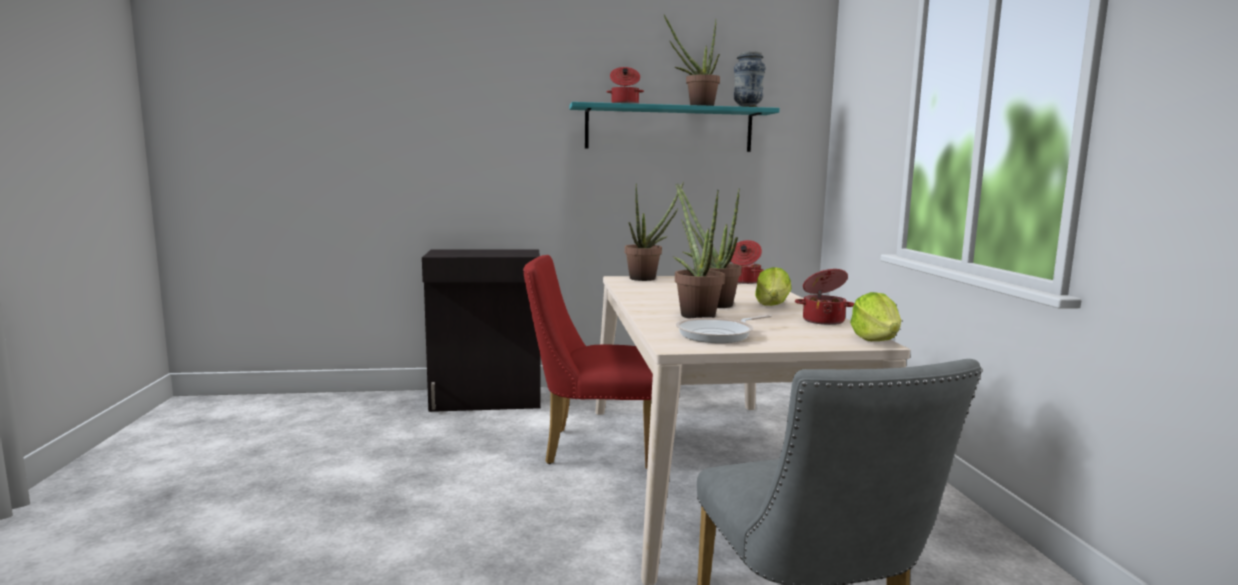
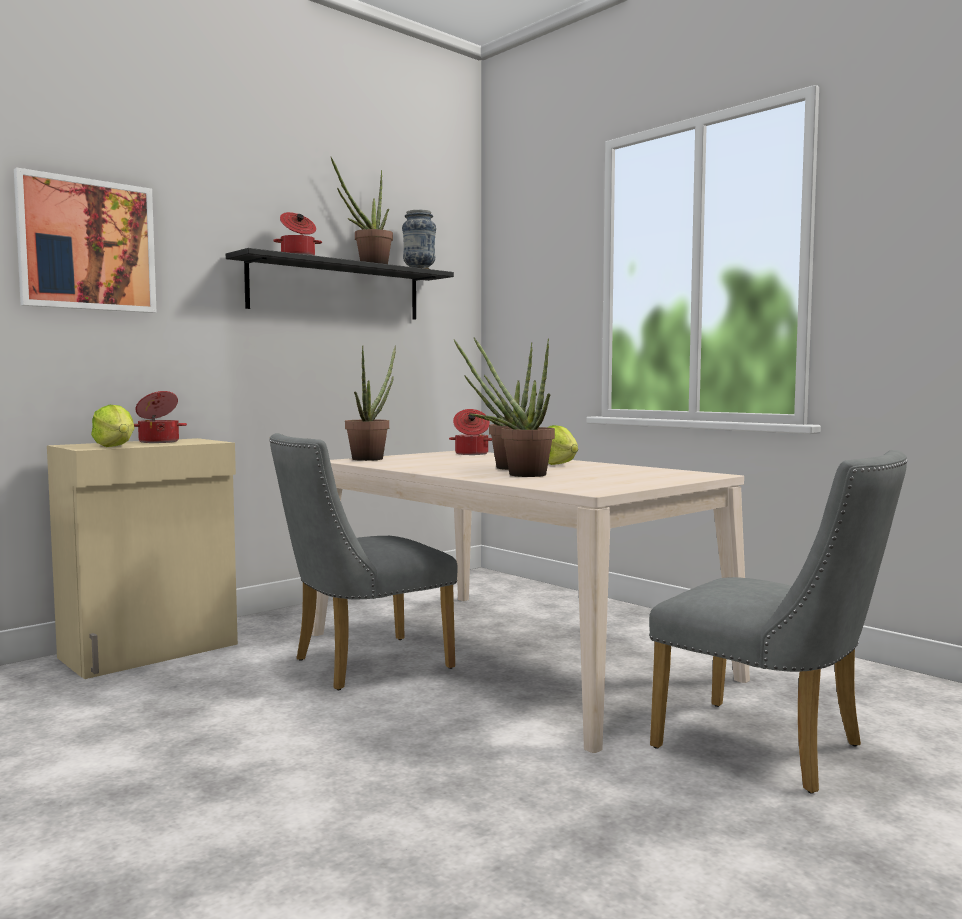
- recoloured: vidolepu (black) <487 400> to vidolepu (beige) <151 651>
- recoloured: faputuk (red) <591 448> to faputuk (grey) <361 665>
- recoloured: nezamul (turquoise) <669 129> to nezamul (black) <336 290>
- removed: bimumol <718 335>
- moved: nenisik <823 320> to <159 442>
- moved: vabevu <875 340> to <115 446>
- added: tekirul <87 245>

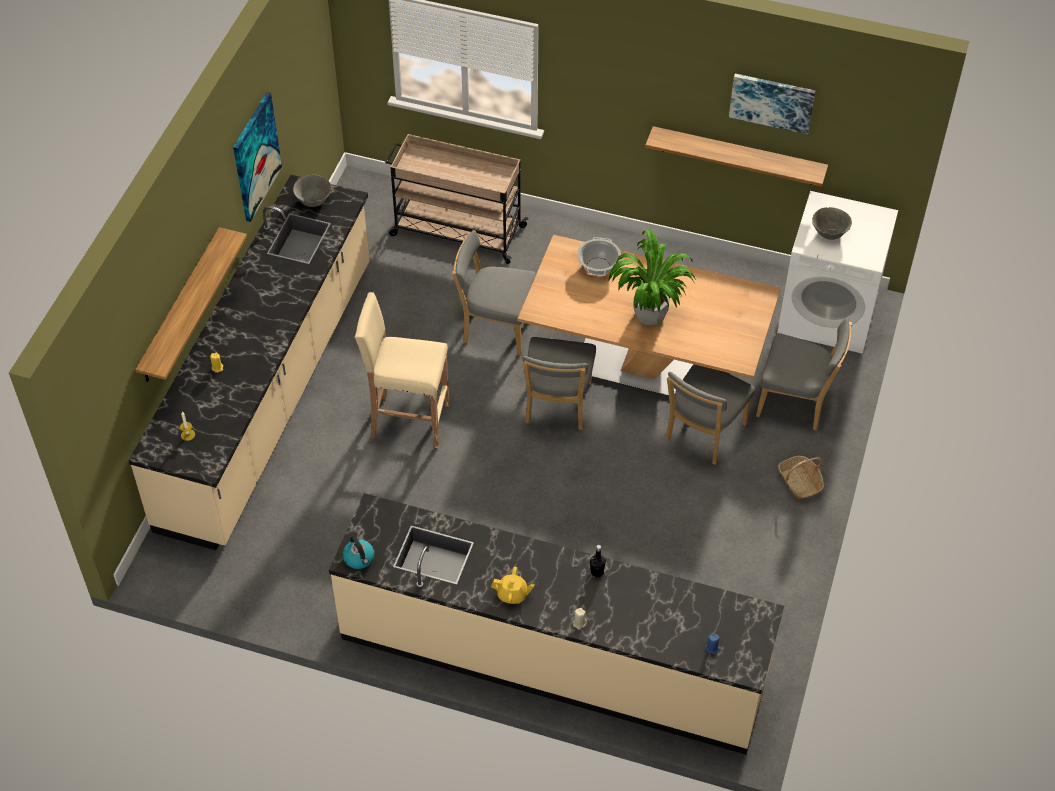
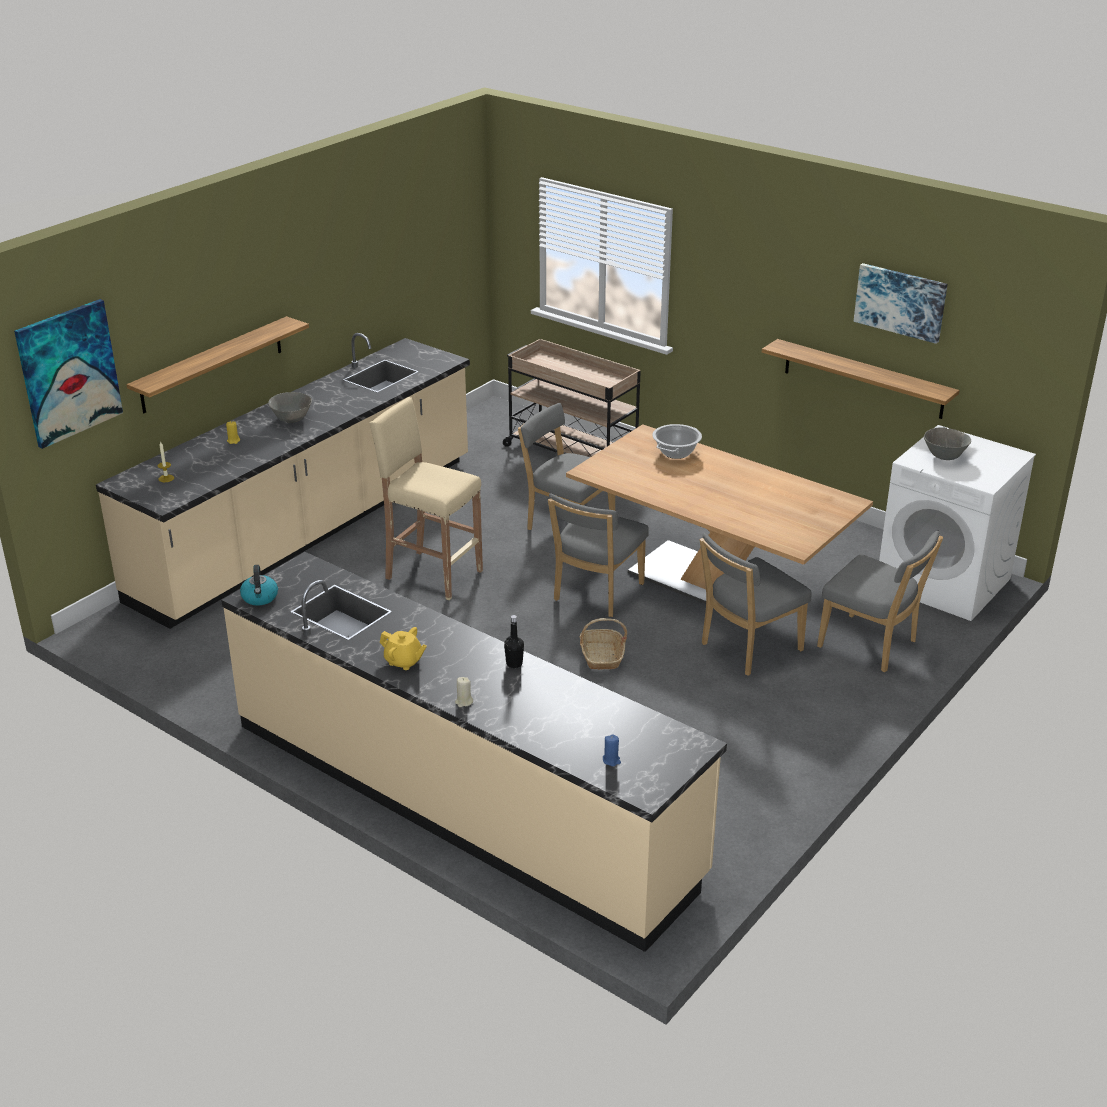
- moved: tekirul <256 157> to <69 373>
- moved: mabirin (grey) <313 201> to <291 419>
- removed: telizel <650 315>
- moved: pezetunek <800 482> to <602 656>

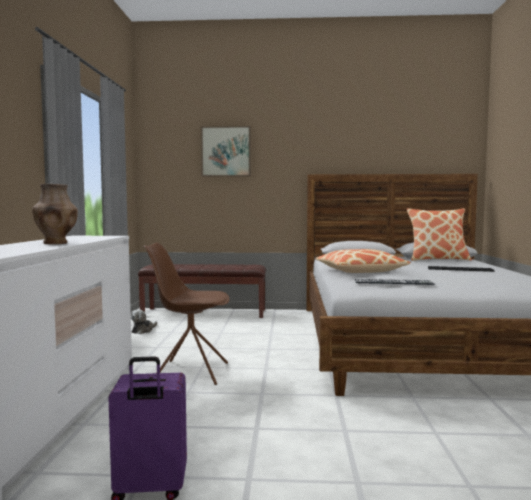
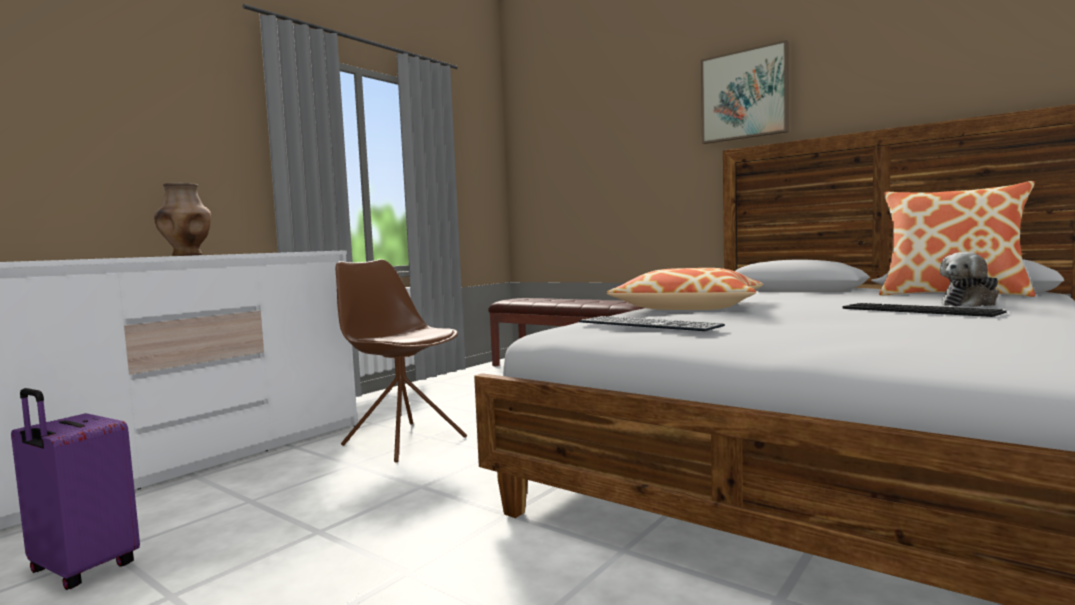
- moved: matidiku <143 330> to <970 304>
- moved: tekirul <226 151> to <744 95>

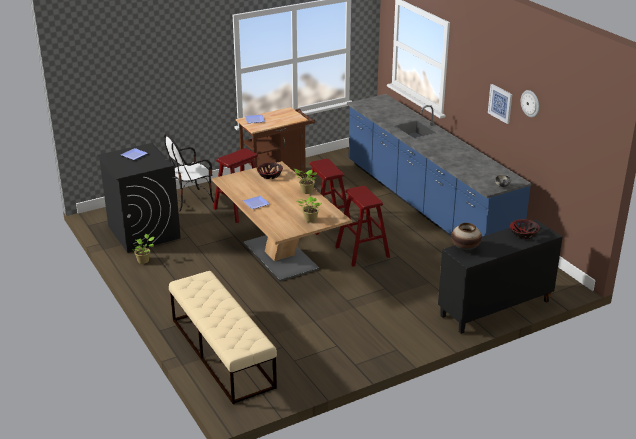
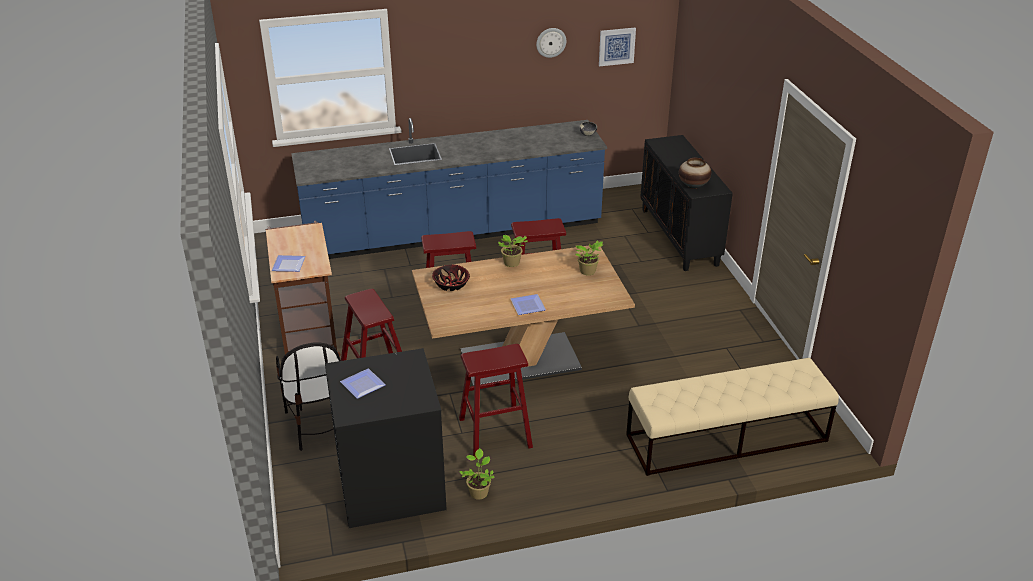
- moved: tekirul <500 103> to <616 46>
- removed: mabirin <523 234>
- added: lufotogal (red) <495 433>

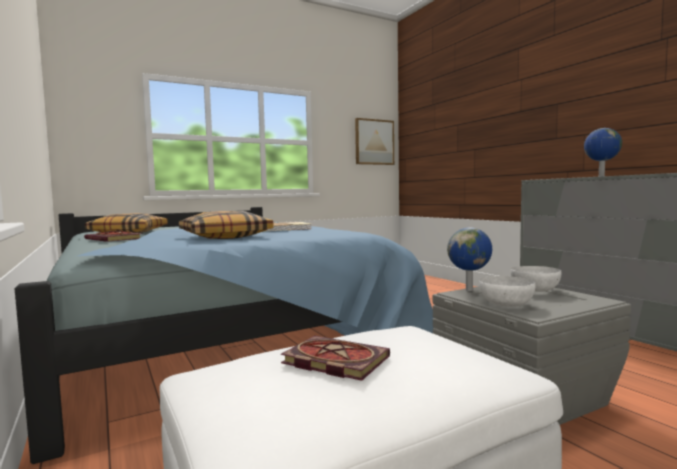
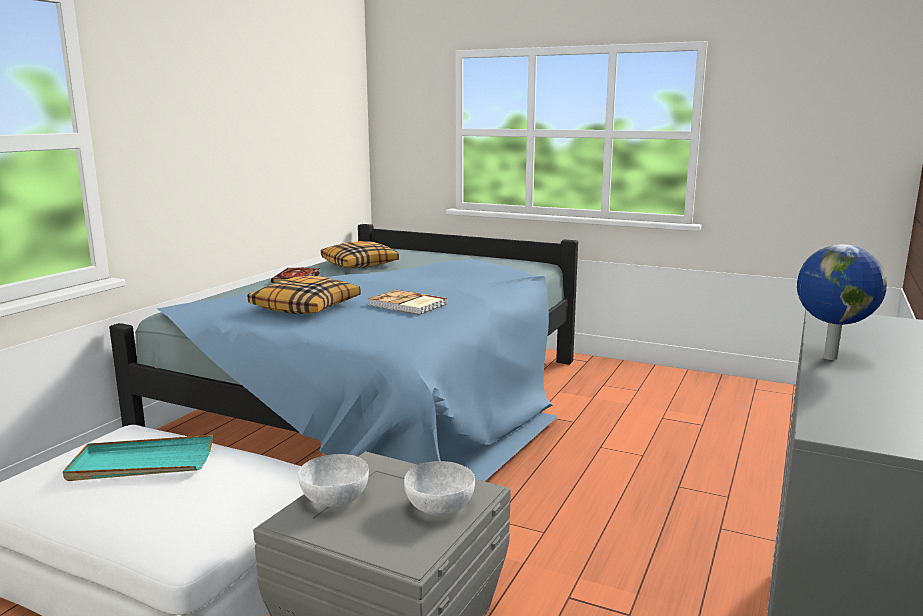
- replaced: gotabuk <332 361> to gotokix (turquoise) <141 463>
- removed: tekirul <374 142>
- removed: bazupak <470 290>

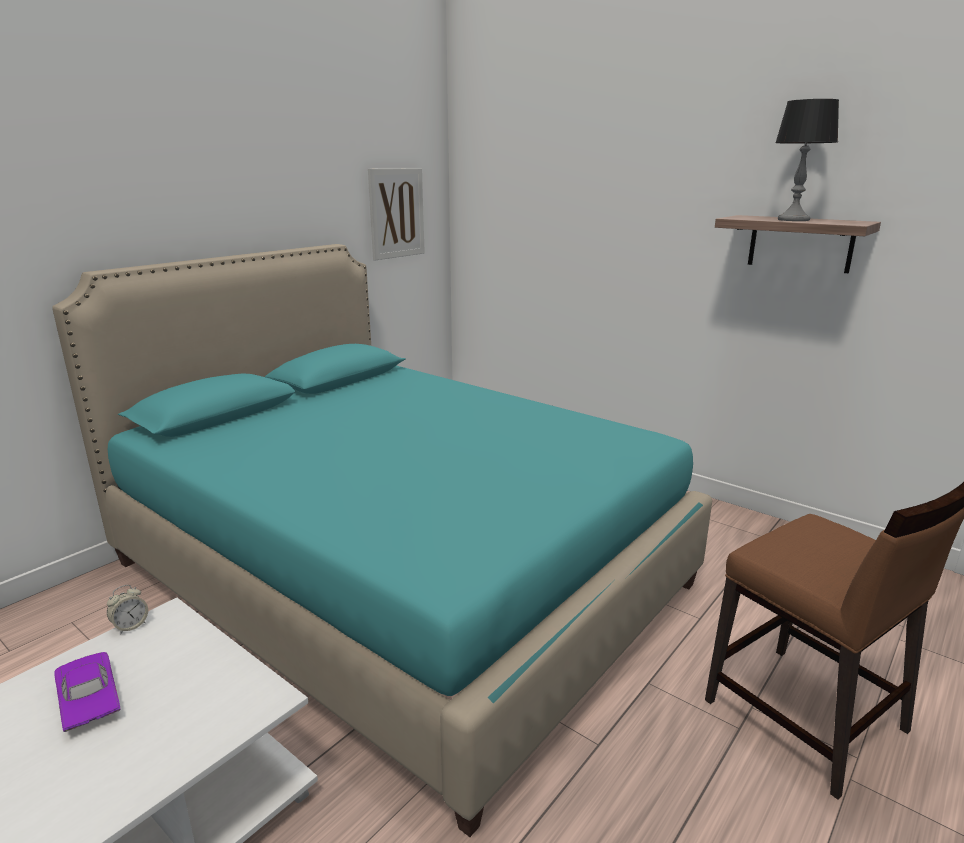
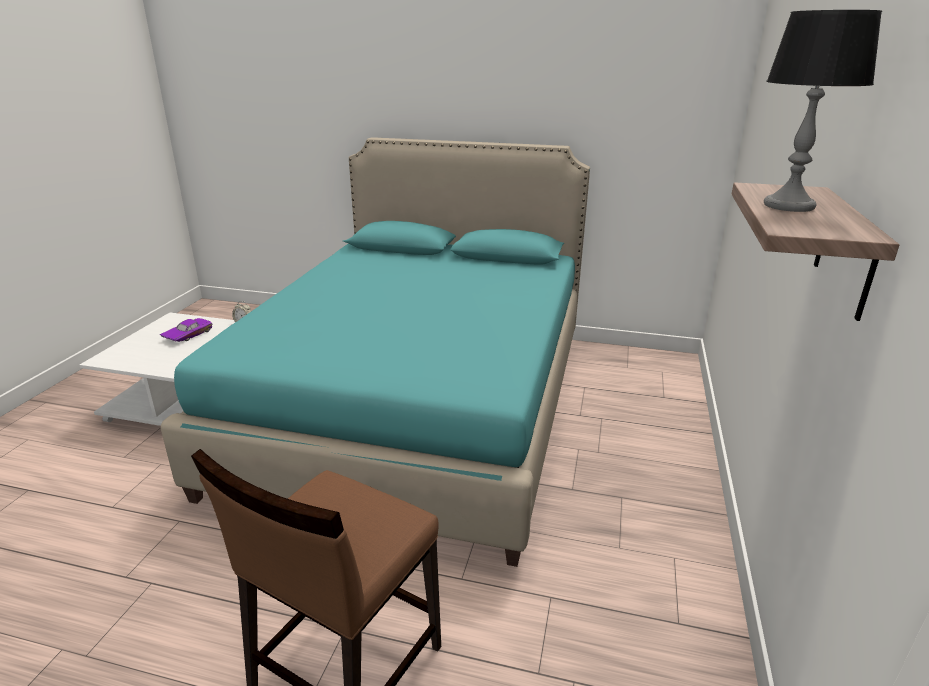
- removed: tekirul <396 213>

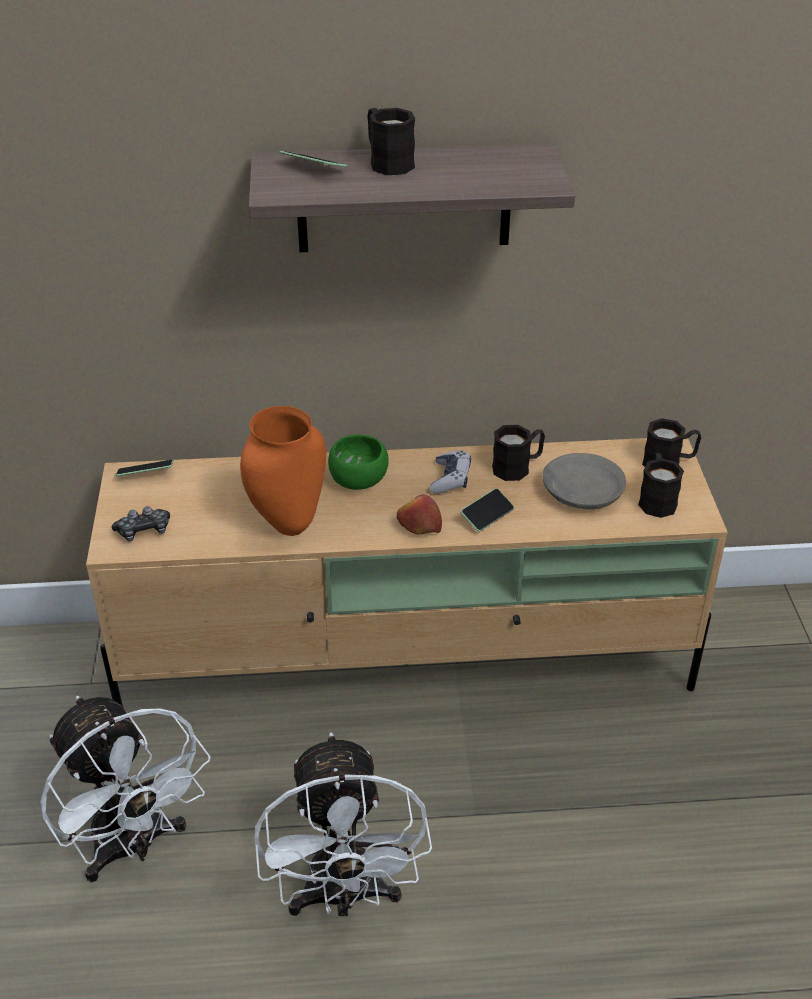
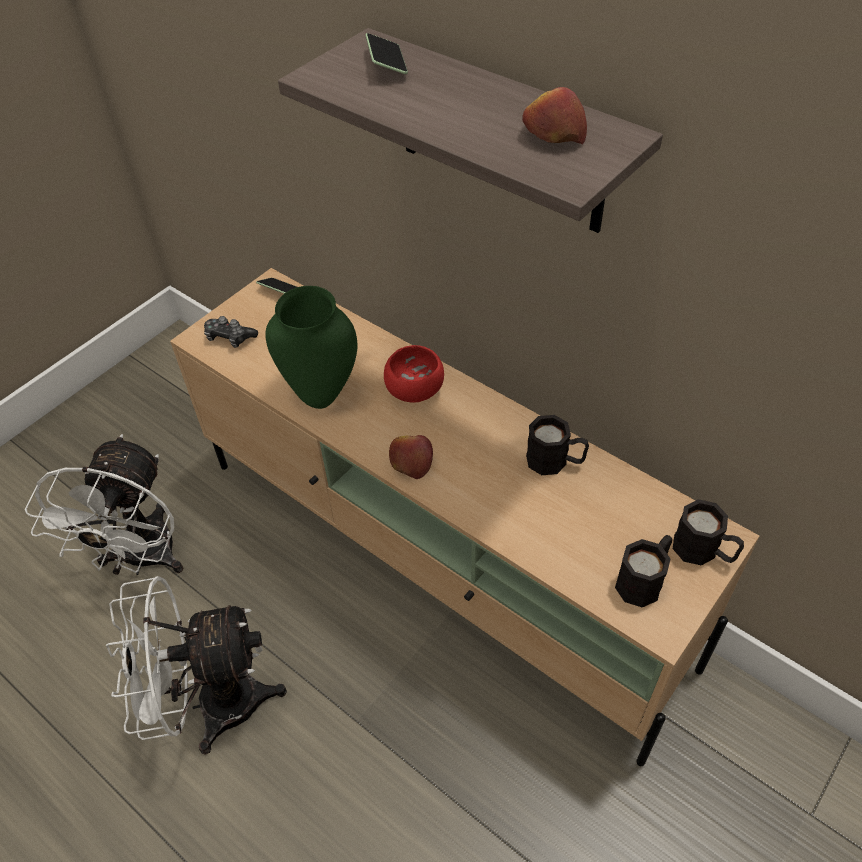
- recoloured: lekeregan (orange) <288 524> to lekeregan (green) <322 395>
- turned: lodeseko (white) <344 897> = <212 704> 45 degrees clockwise
- recoloured: mabirin (green) <360 480> to mabirin (red) <416 391>
- removed: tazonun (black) <387 161>
- removed: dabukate <450 479>
- removed: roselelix <487 516>
- removed: mabirin (grey) <581 492>
- added: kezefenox <553 134>

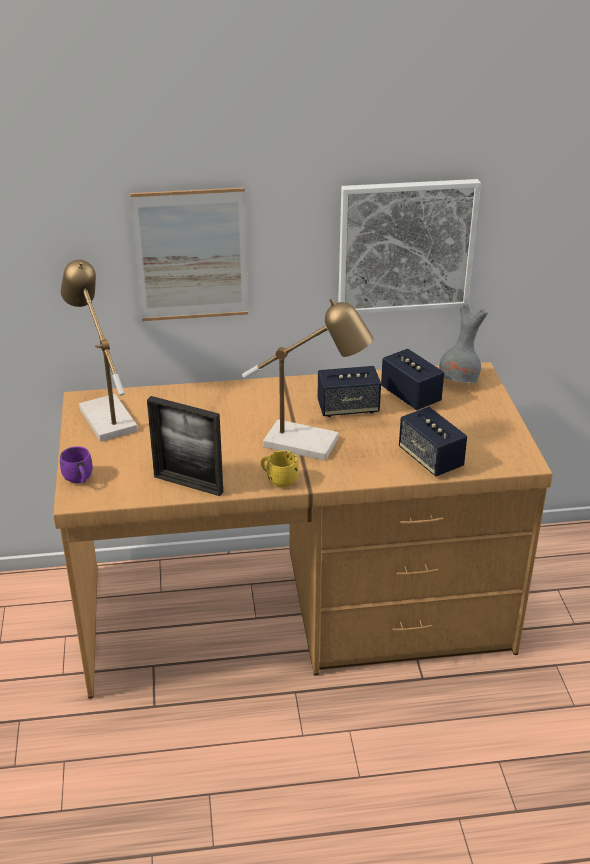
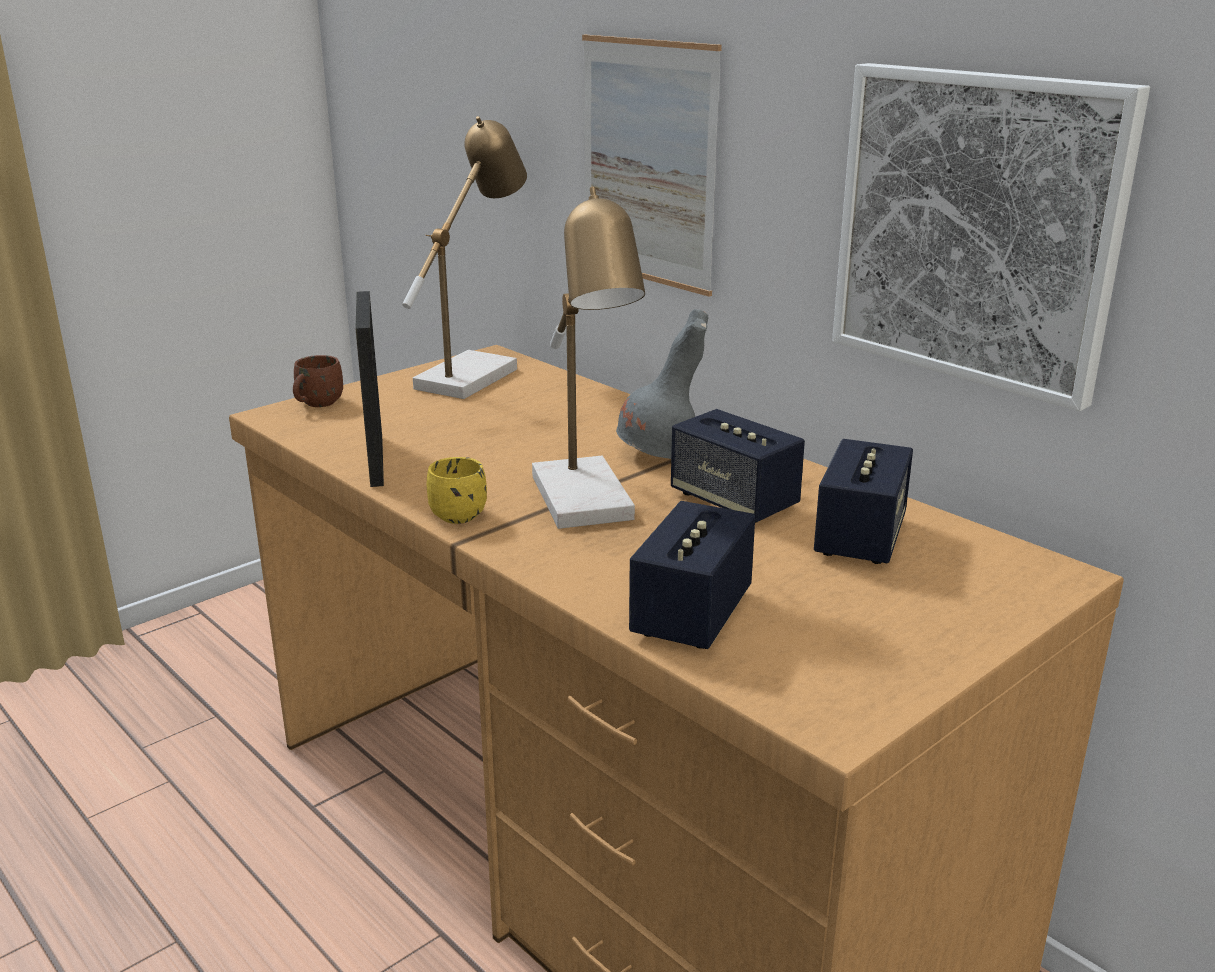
- recoloured: tazonun (purple) <79 480> to tazonun (brown) <316 404>
- moved: lekeregan (grey) <460 381> to <659 454>

